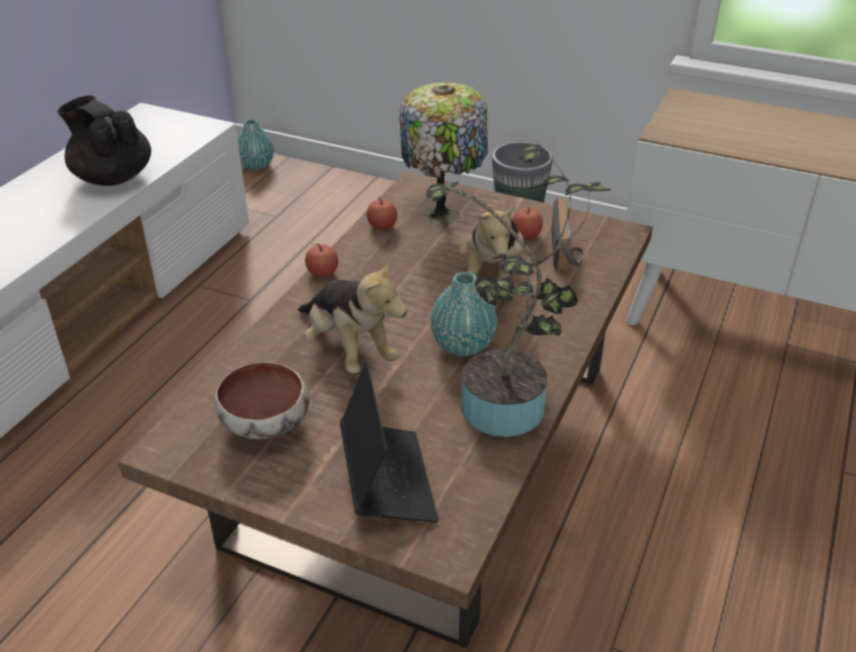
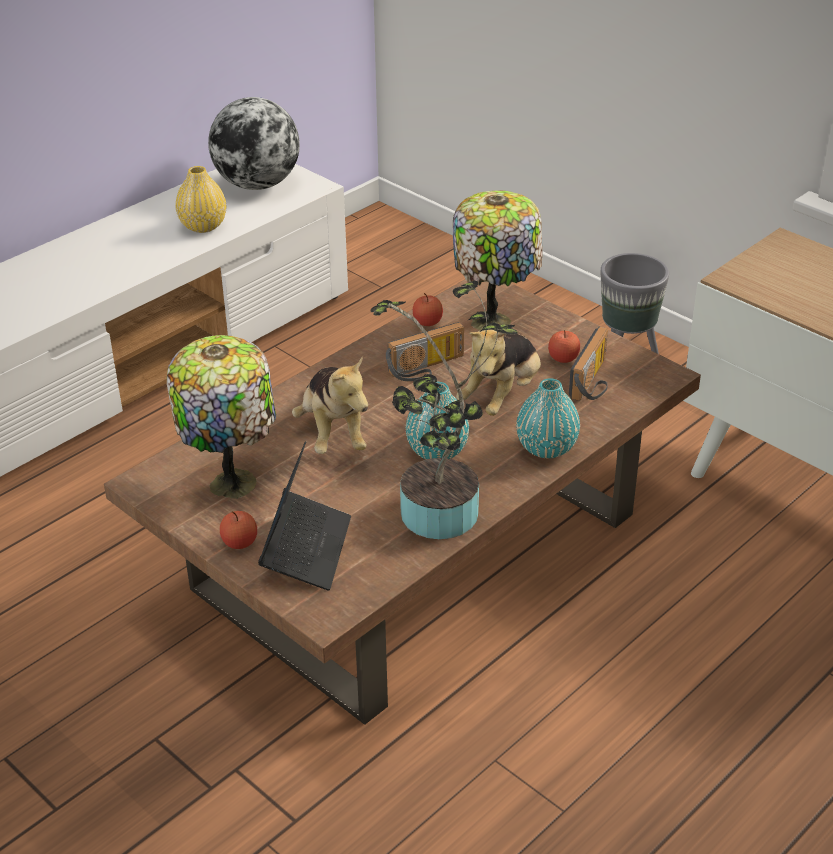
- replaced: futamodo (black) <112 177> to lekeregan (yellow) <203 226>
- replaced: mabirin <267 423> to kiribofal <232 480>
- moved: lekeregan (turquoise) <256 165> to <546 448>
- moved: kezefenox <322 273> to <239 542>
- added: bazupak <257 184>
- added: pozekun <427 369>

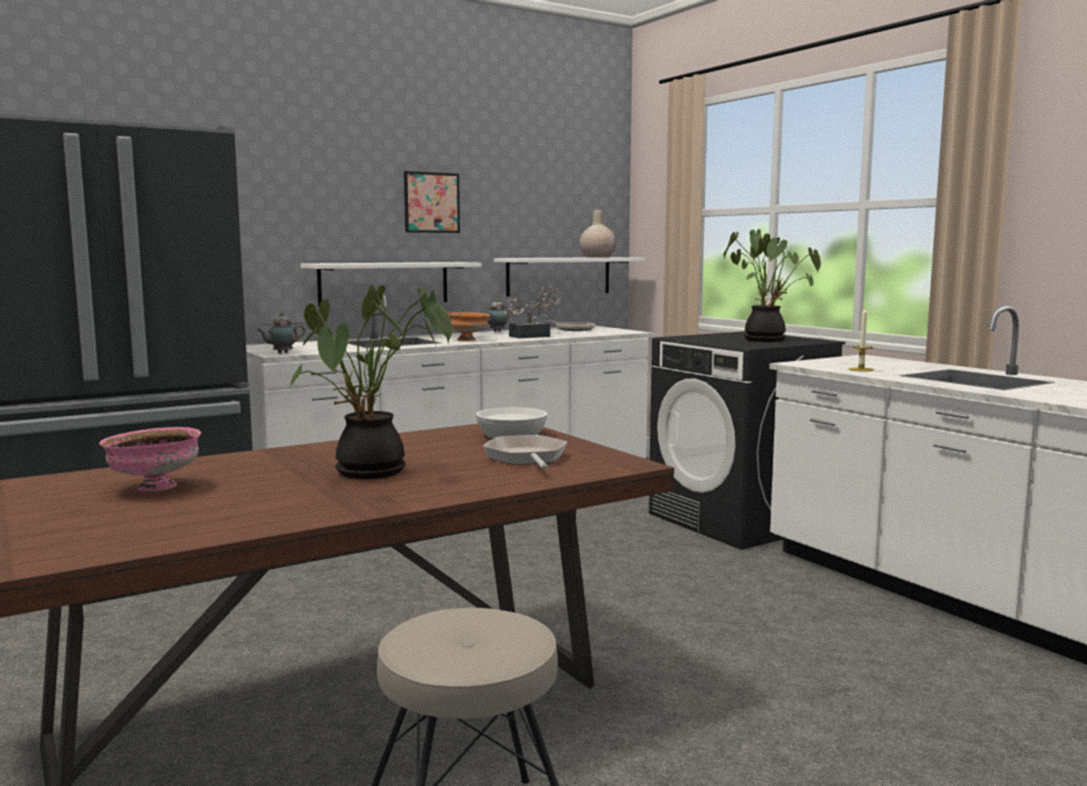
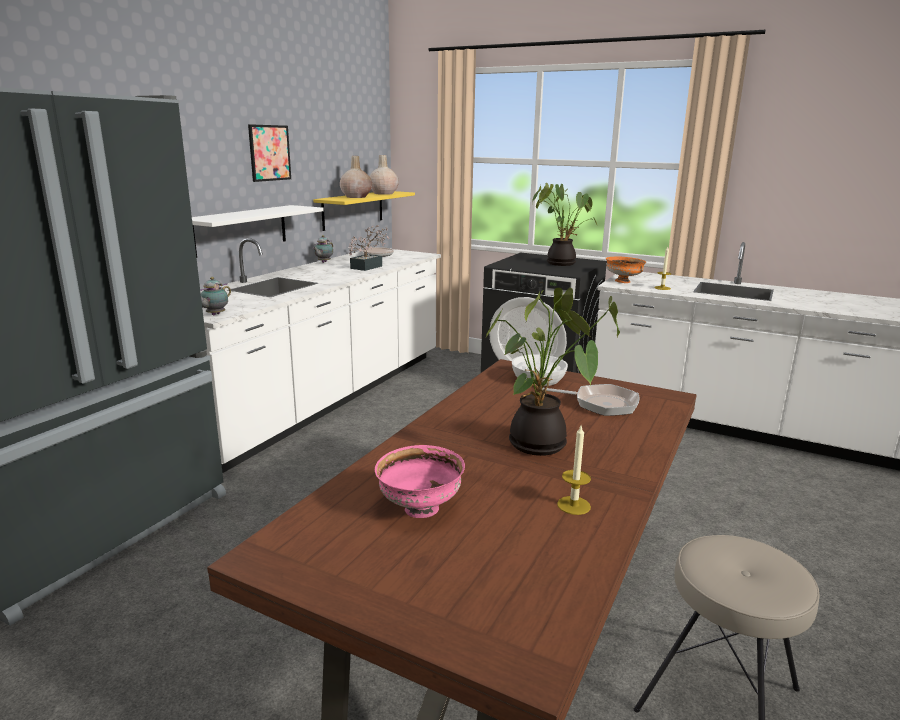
- moved: mabirin (orange) <467 340> to <623 281>
- turned: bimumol <526 458> = <601 404> 150 degrees clockwise
- recoloured: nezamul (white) <559 276> to nezamul (yellow) <353 210>
- added: lekeregan (beige) <356 197>
- added: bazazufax <573 505>

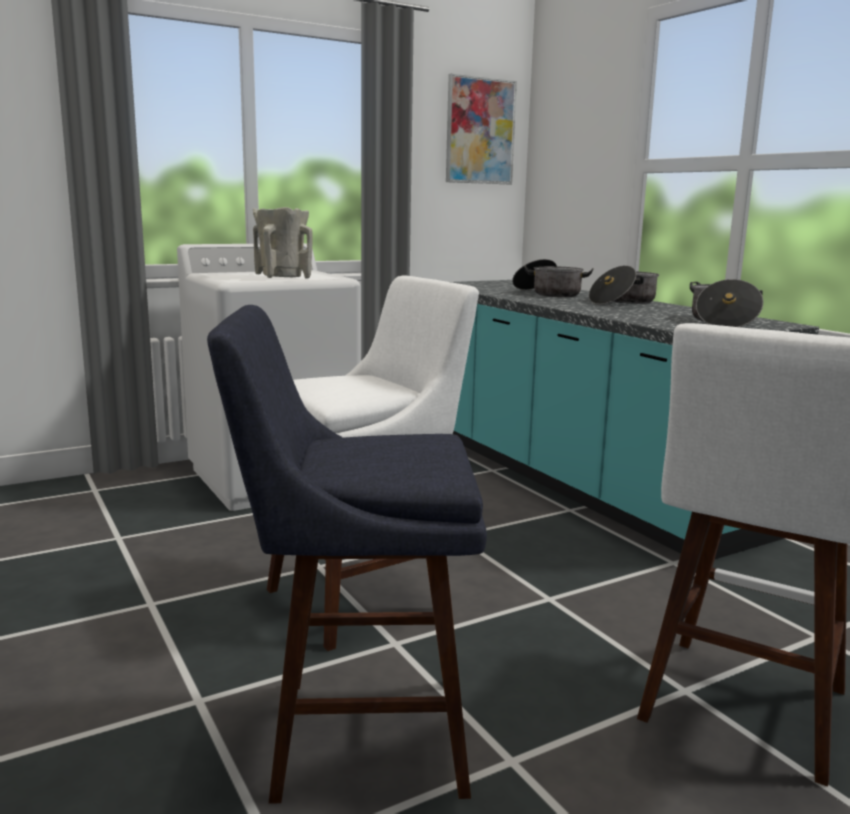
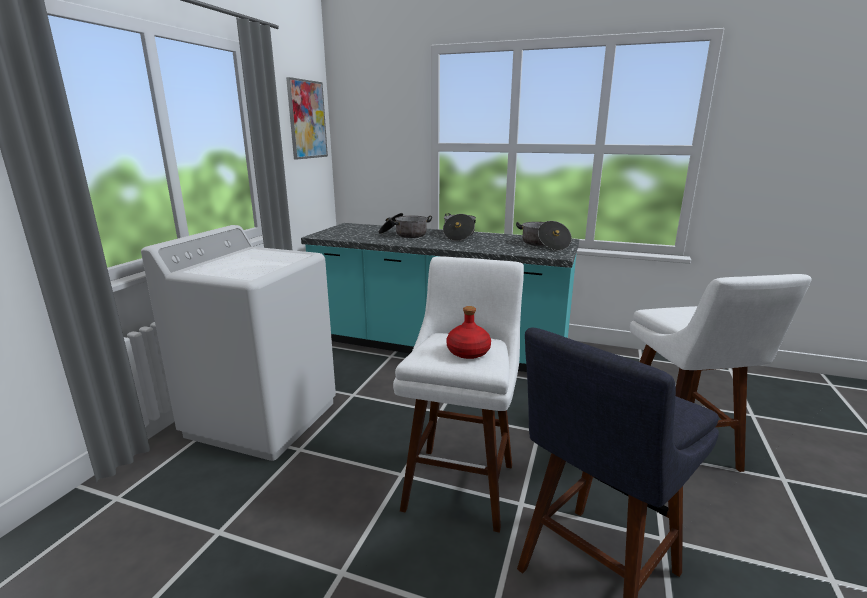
- removed: lekeregan (beige) <283 277>
- added: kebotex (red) <468 352>

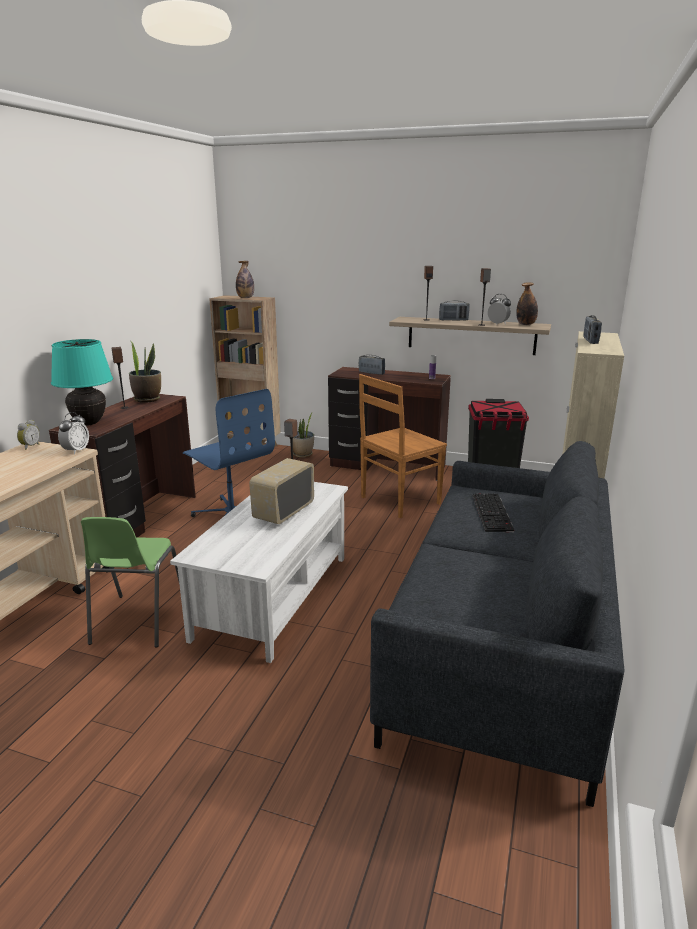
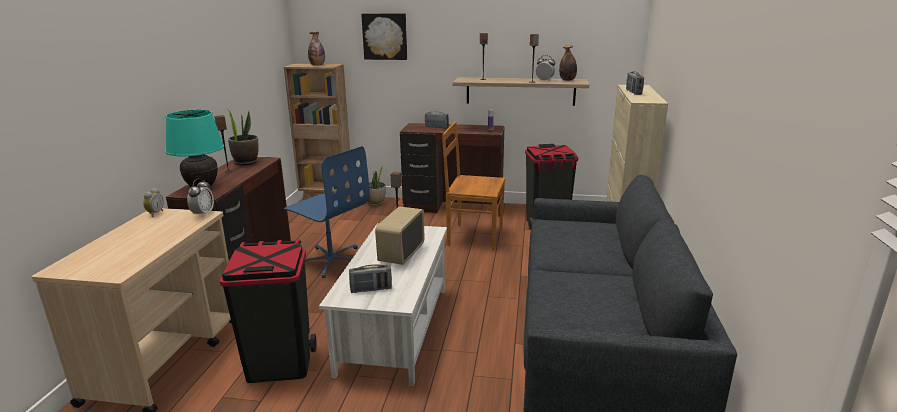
- replaced: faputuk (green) <137 621> to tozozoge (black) <279 364>
- turned: faputuk (brown) <398 501> = <473 236> 60 degrees clockwise
- moved: pozekun <453 320> to <371 289>
- removed: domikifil <493 513>
- added: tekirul <385 36>

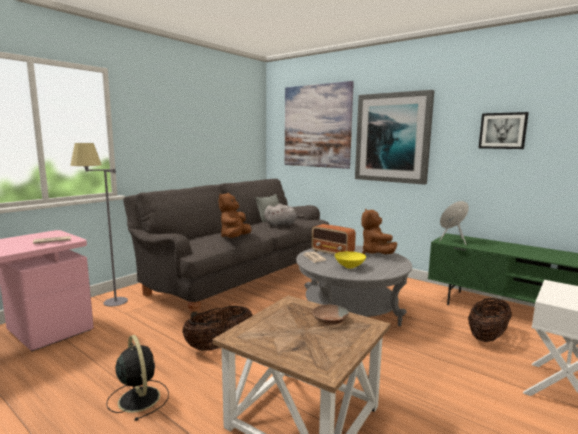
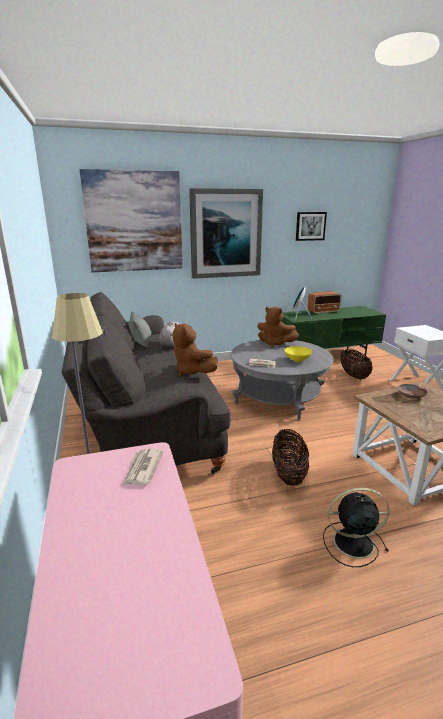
- moved: pozekun <333 252> to <324 312>

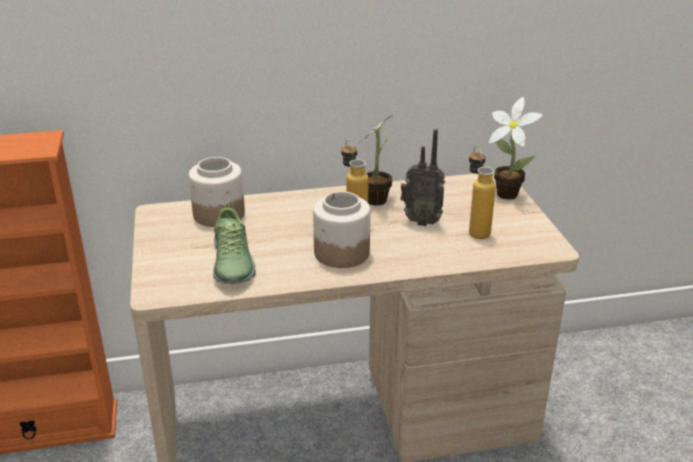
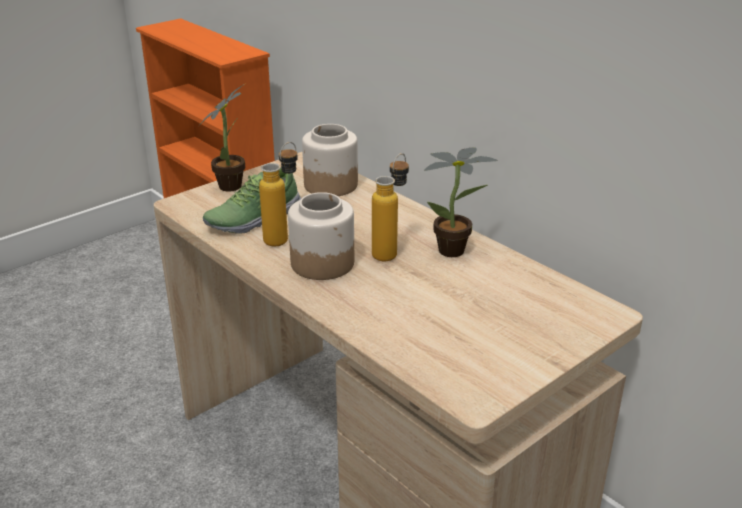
- removed: pozekun <421 221>
- moved: kebotex <475 230> to <283 237>
- moved: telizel <505 193> to <233 185>

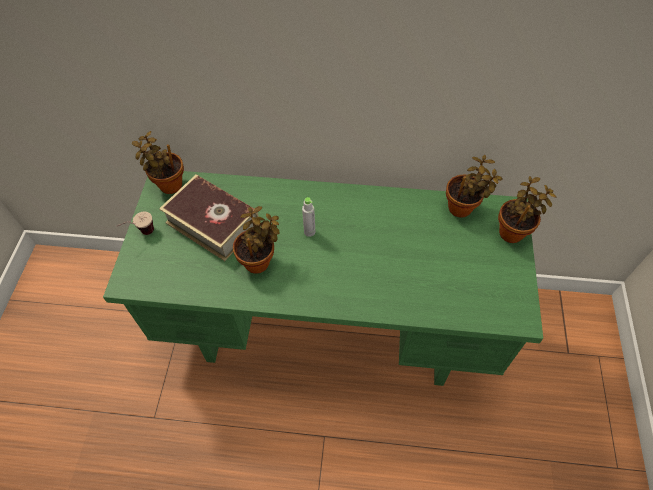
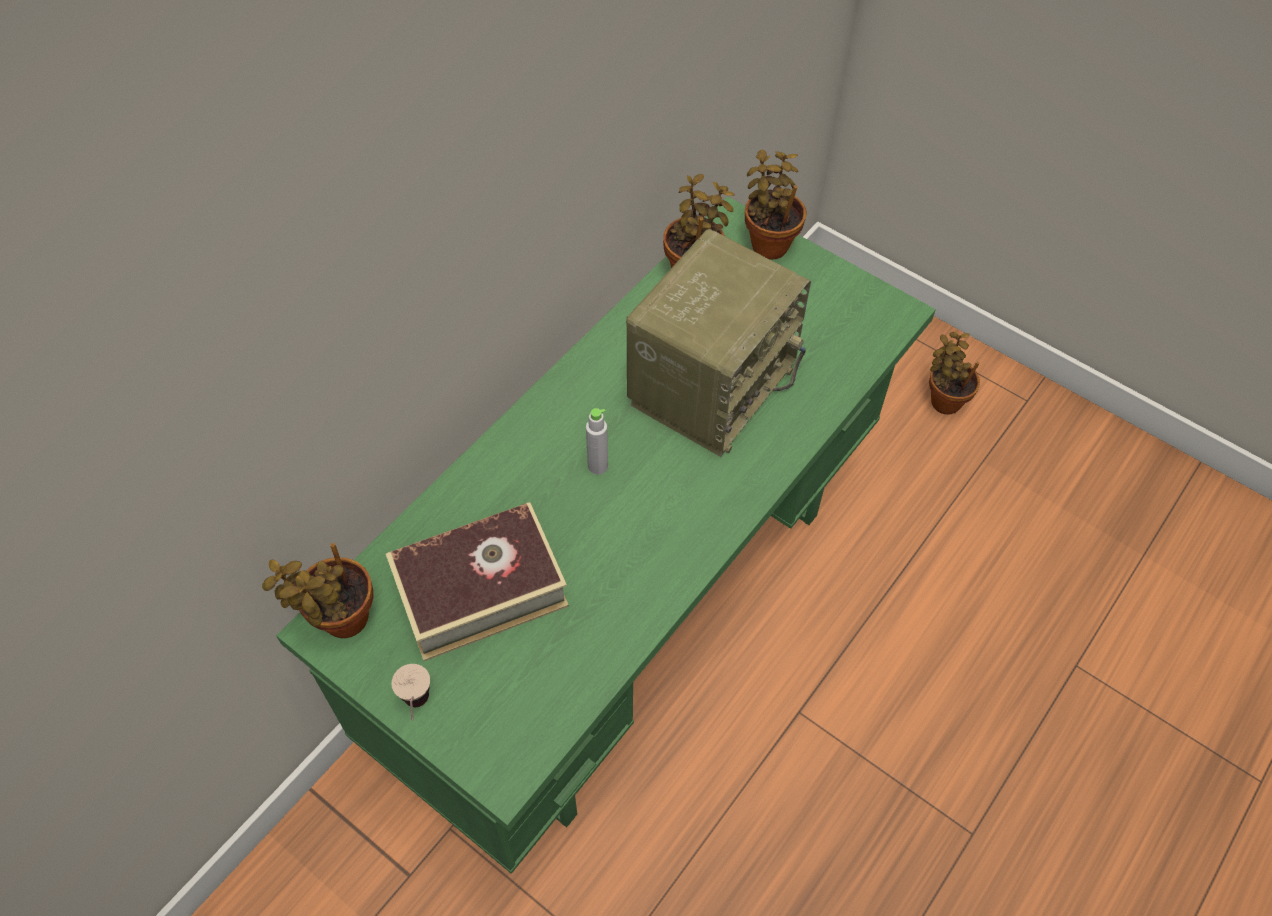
- moved: telizel <259 261> to <944 399>
- added: pozekun <711 382>

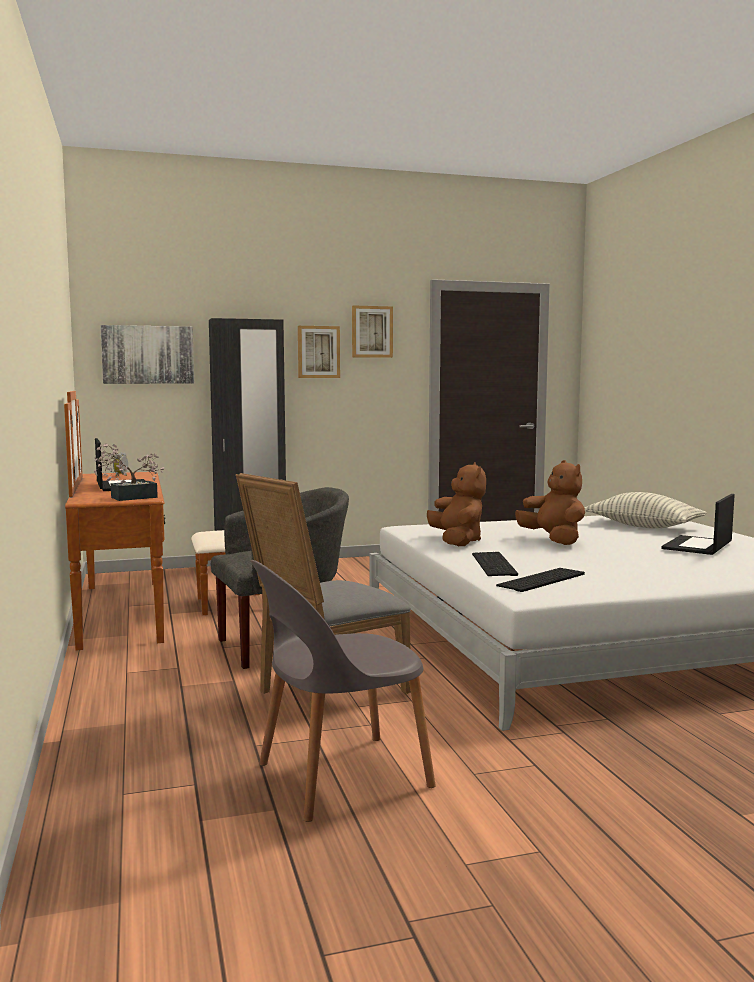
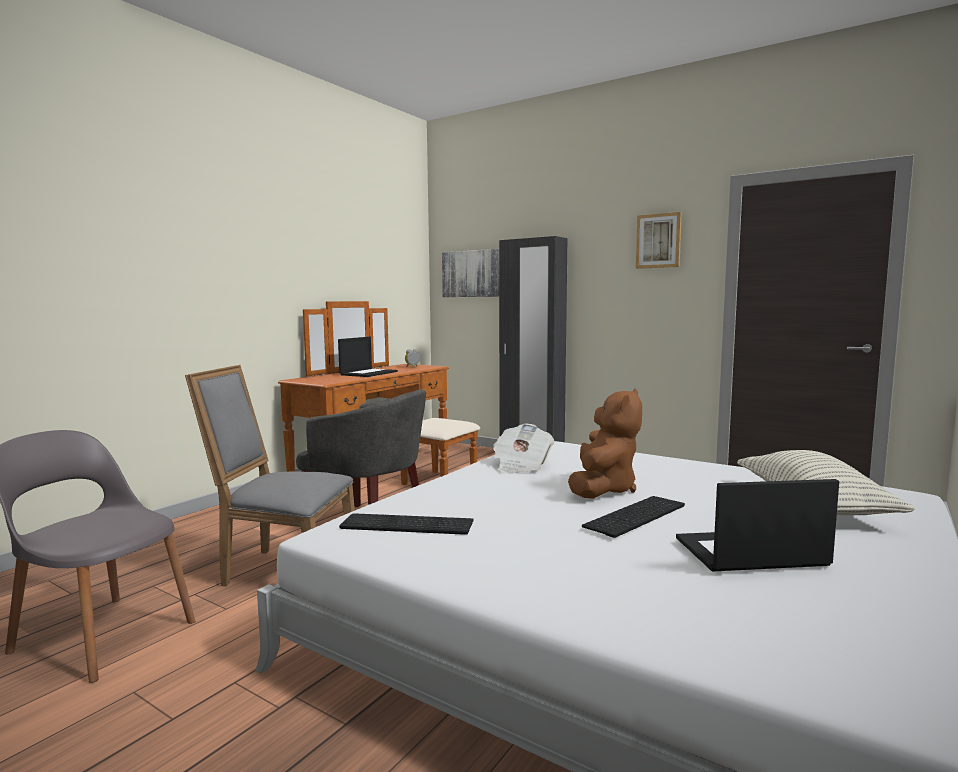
- removed: telizel <128 498>
- removed: tekirul <318 352>
- replaced: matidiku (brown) <457 541> to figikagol <521 466>
- moved: domikifil <496 564> to <636 517>

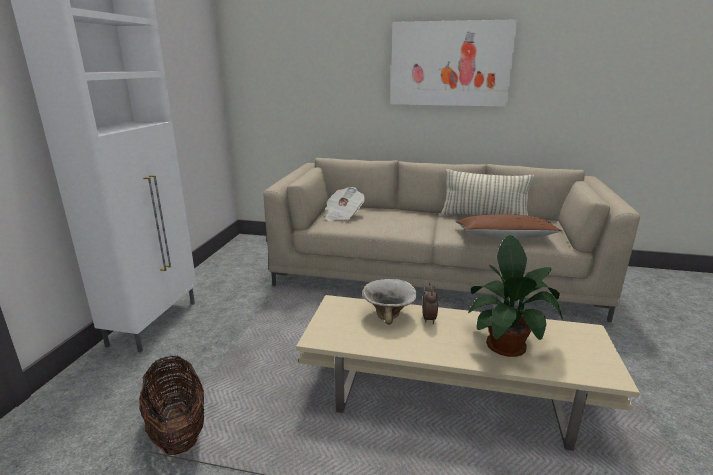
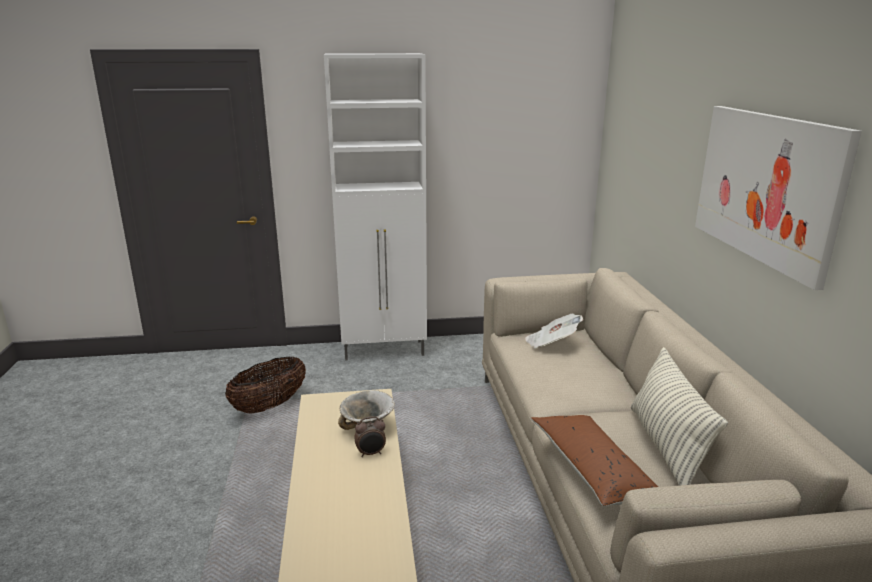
- removed: telizel <507 343>

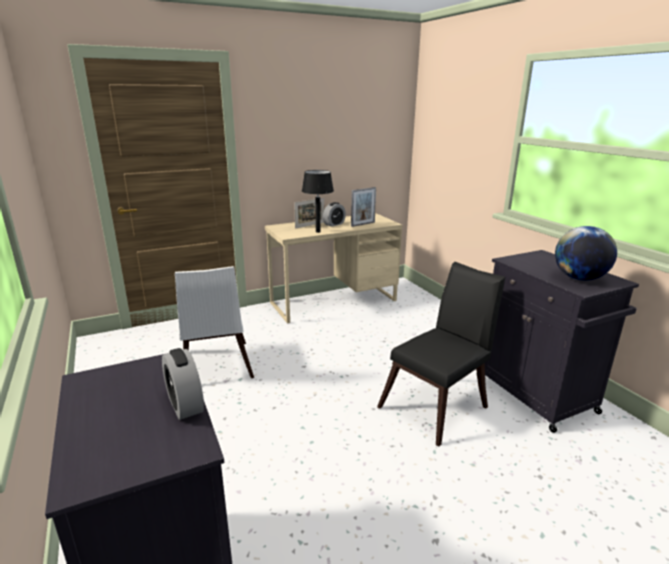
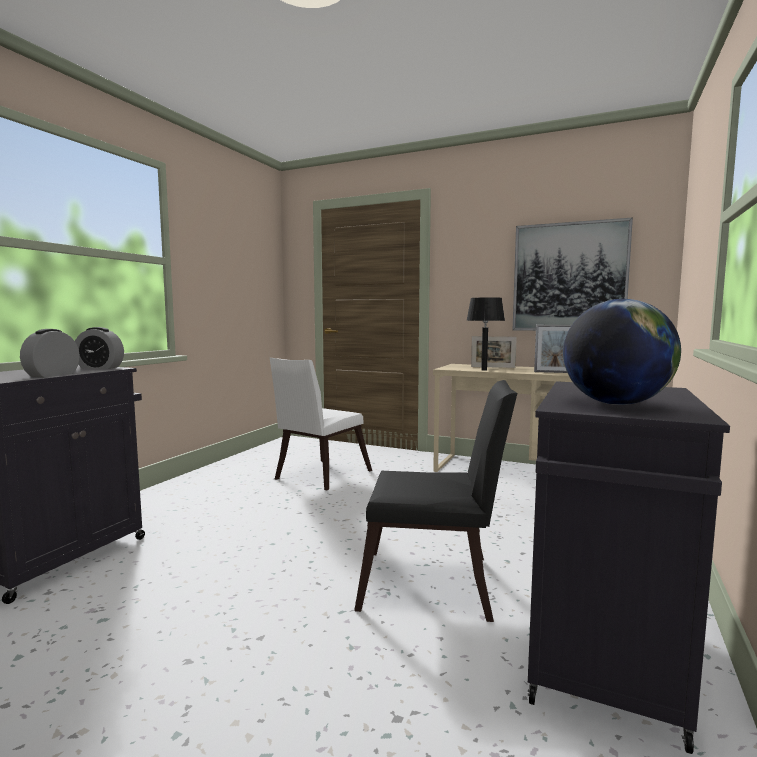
- moved: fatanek <334 224> to <100 368>
- added: tekirul <569 277>

